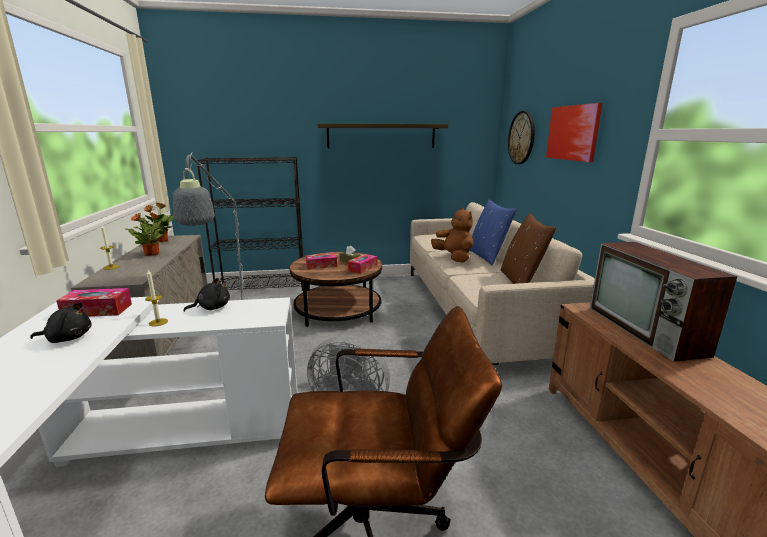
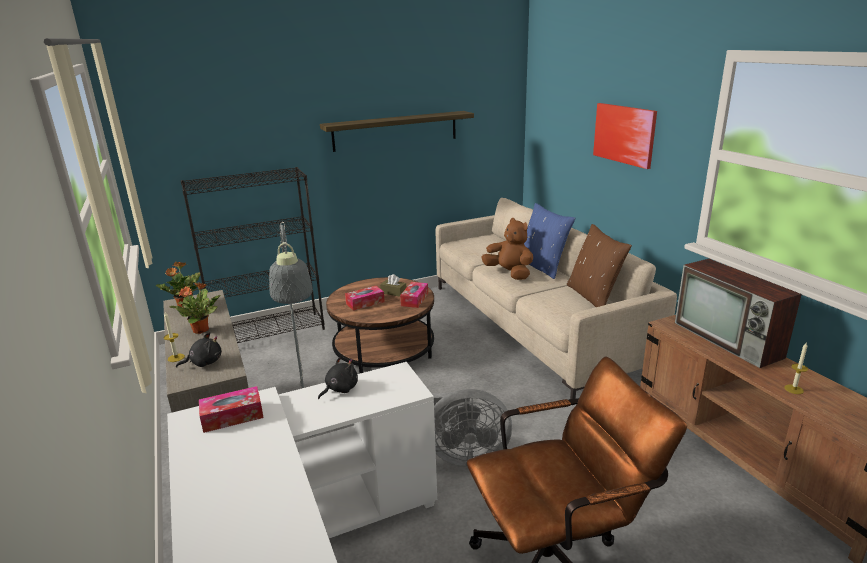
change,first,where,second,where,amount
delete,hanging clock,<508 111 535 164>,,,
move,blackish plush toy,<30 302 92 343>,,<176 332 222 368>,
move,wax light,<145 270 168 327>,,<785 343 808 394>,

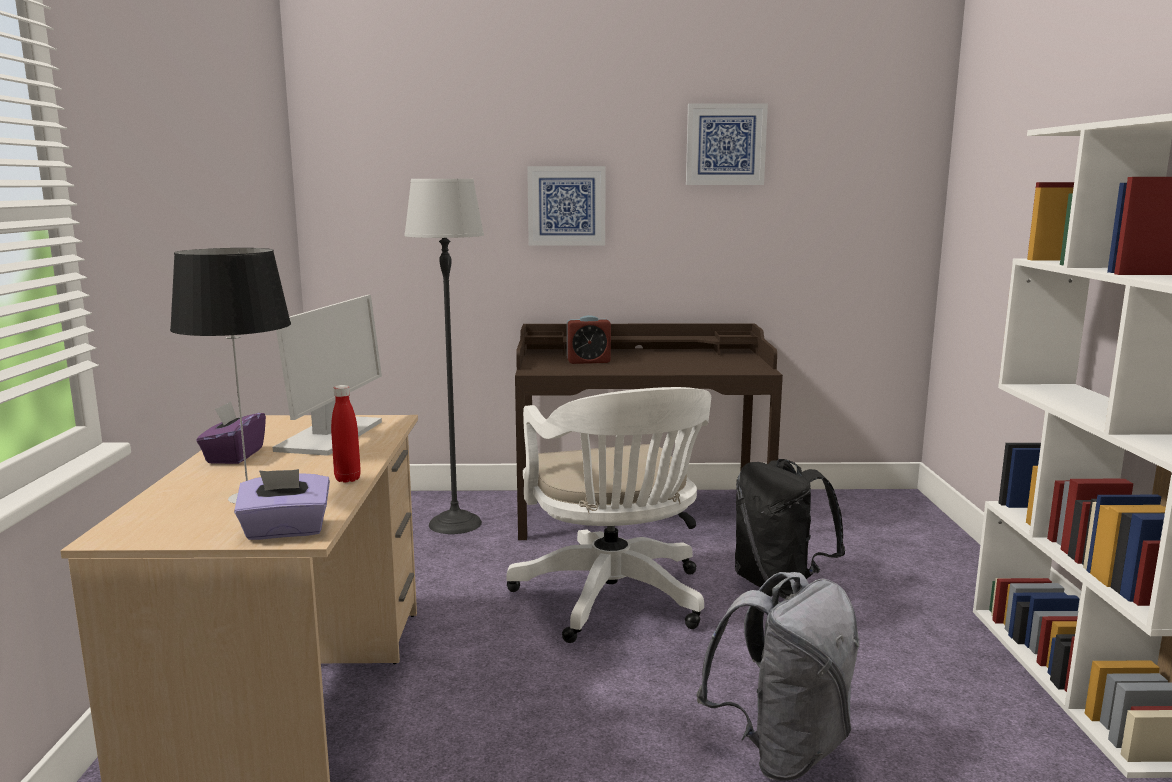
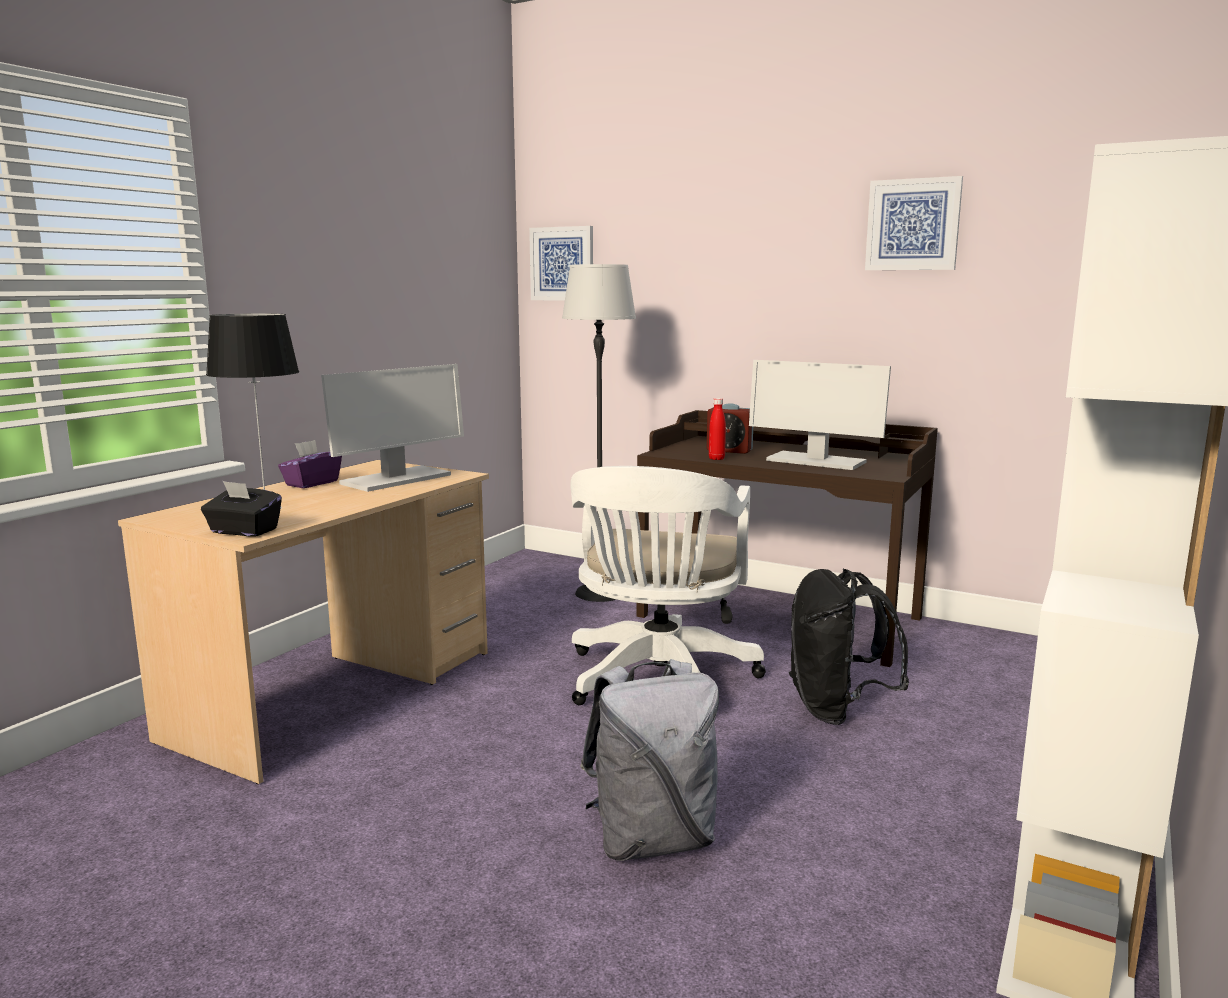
change,first,where,second,where,amount
insert,,,computer display,<749 360 891 470>,
move,red-coloured bottle,<331 385 361 483>,,<709 398 726 460>,
move,wall art,<527 166 606 245>,,<529 226 593 301>,
recolor,purple-coloured box of tissues,<234 469 330 540>,blackish box of tissues,<201 481 282 537>,

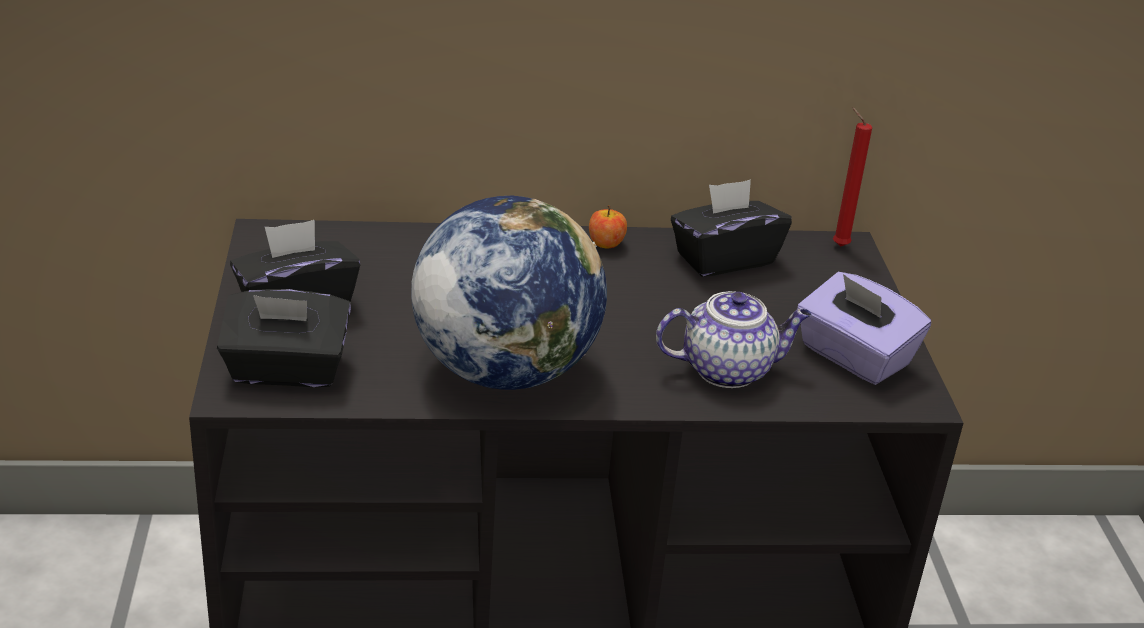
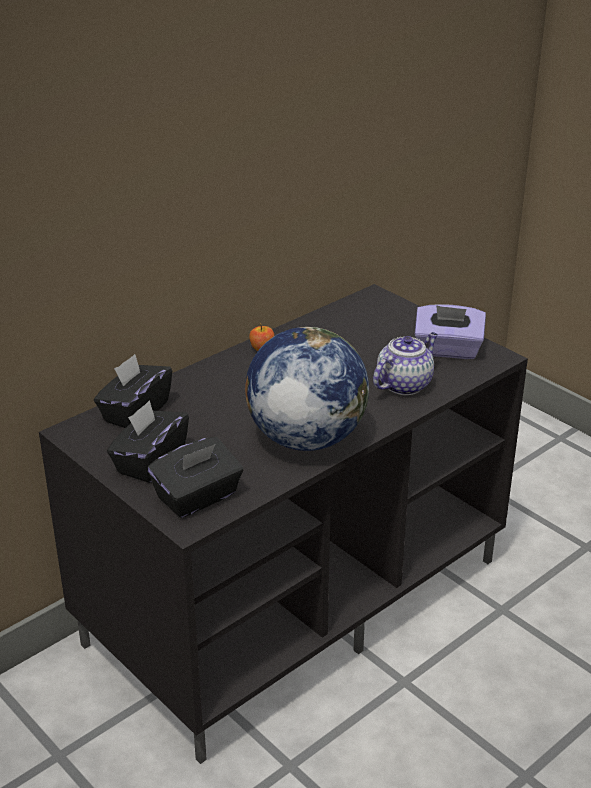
change,first,where,second,where,amount
delete,red-coloured wax light,<833 107 872 247>,,,
move,blackish box of tissues,<671 180 792 276>,,<94 354 172 428>,

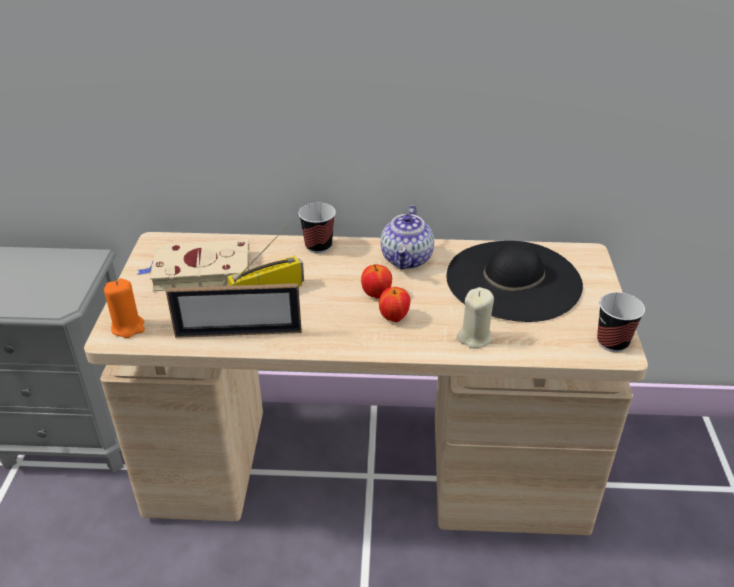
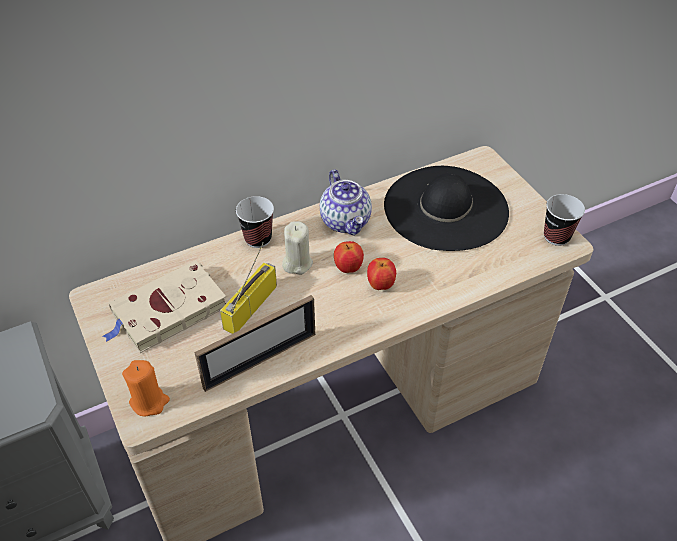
change,first,where,second,where,amount
move,sand-coloured wax light,<457 287 494 349>,,<282 222 313 275>,

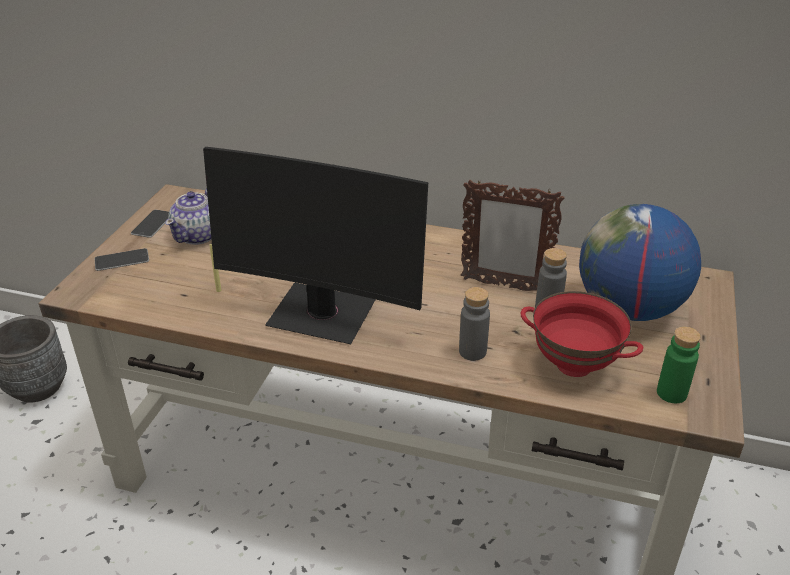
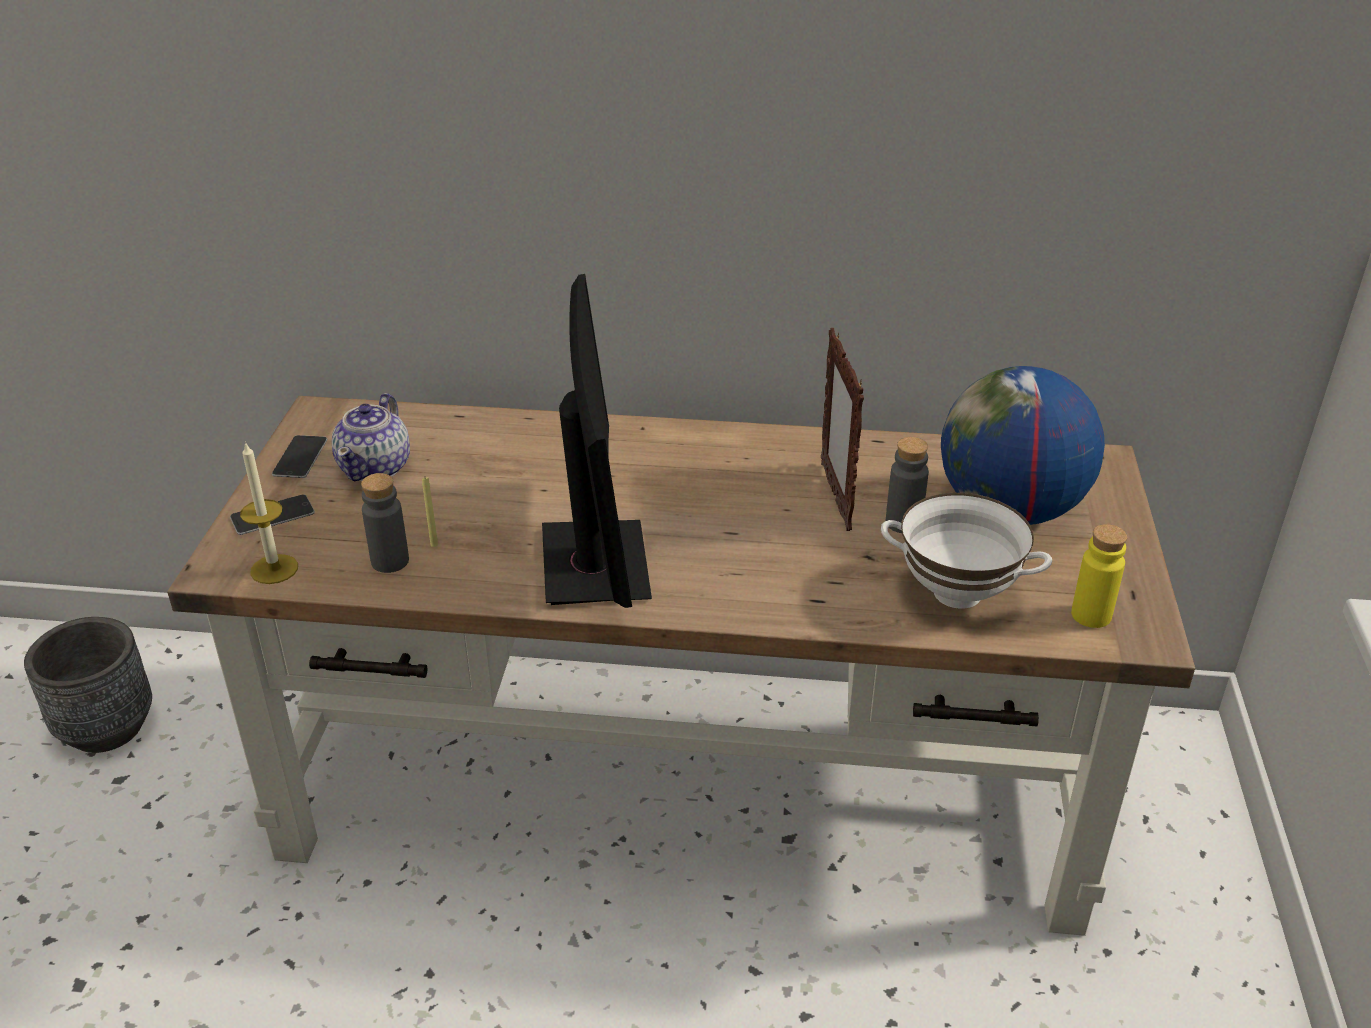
change,first,where,second,where,amount
insert,,,wax light,<240 441 298 584>,
move,greyish bottle,<459 287 490 361>,,<361 473 409 573>,
recolor,red-coloured bowl,<521 291 643 377>,whitish bowl,<881 493 1052 609>,
recolor,green bottle,<657 326 701 403>,yellow-coloured bottle,<1071 524 1127 628>,
rotate,computer display,<203 147 428 344>,,<542 274 652 608>,105 degrees counterclockwise
rotate,standing frame,<461 180 565 291>,,<821 328 864 531>,75 degrees clockwise

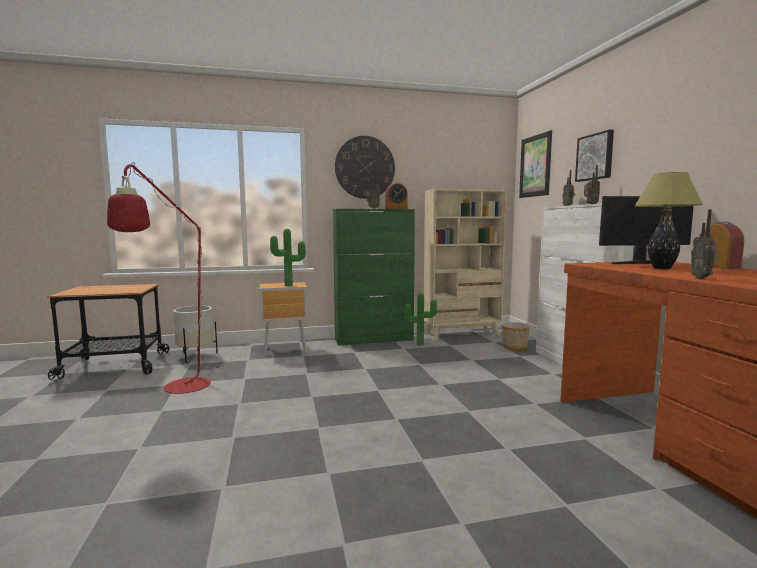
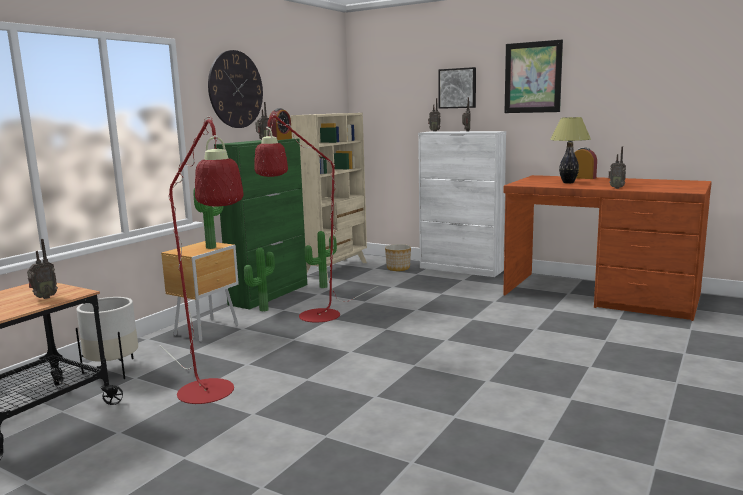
change,first,where,second,where,amount
delete,computer display,<599 196 694 264>,,,
insert,,,radio receiver,<27 239 58 299>,
insert,,,potted plant,<244 248 275 312>,
insert,,,red-coloured floor lamp,<254 113 378 322>,
move,wall art,<519 130 552 198>,,<505 39 563 113>,

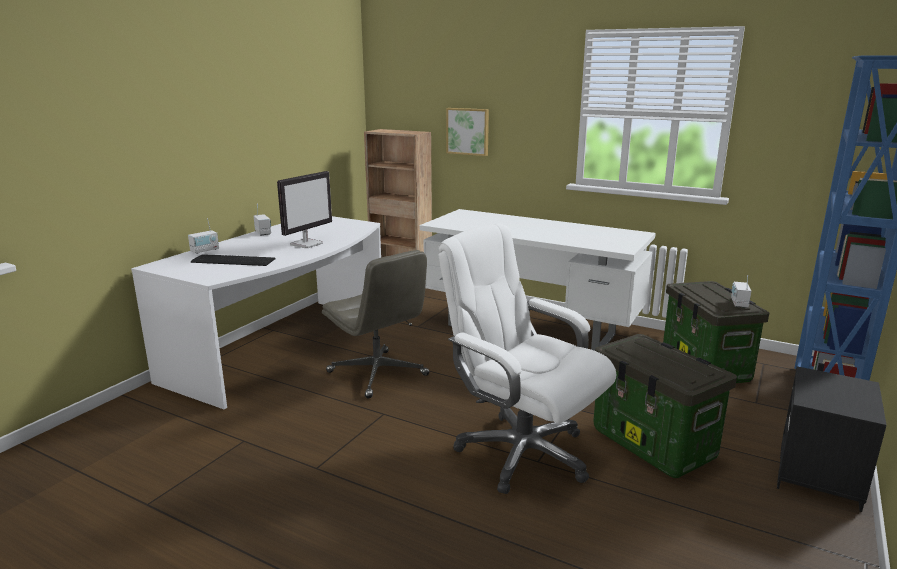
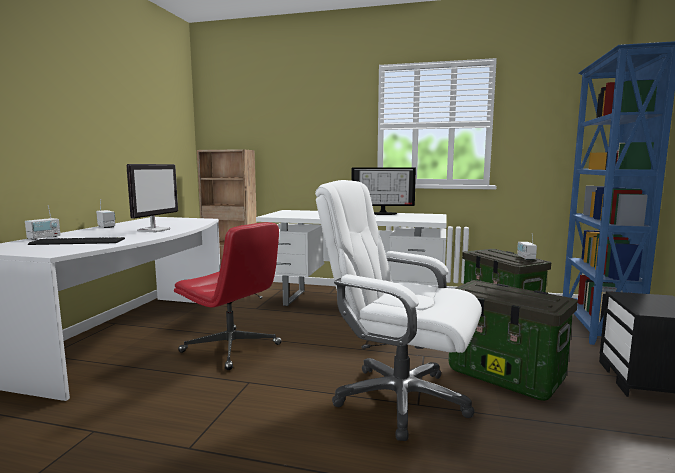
change,first,where,second,where,amount
delete,wall art,<446 108 489 156>,,,
insert,,,computer display,<352 168 416 215>,
recolor,greyish desk chair,<322 250 430 399>,red-coloured desk chair,<174 222 282 370>,

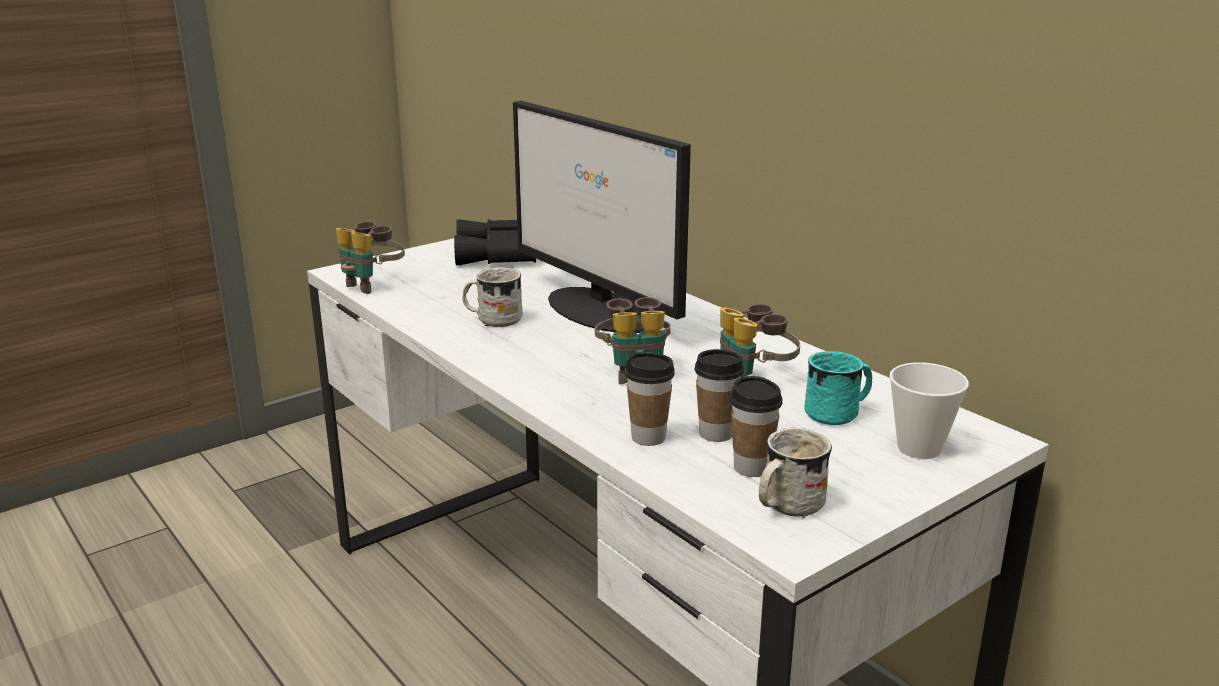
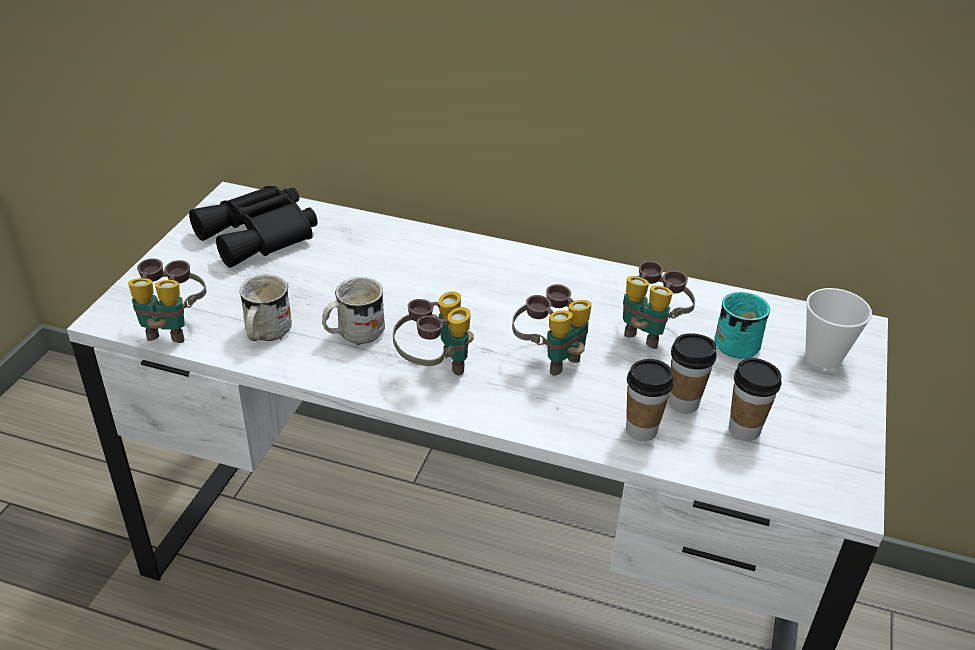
change,first,where,second,where,amount
delete,computer display,<513 101 691 333>,,,
insert,,,field glasses,<393 291 474 376>,
move,whitish tea mug,<759 428 832 519>,,<240 275 292 341>,

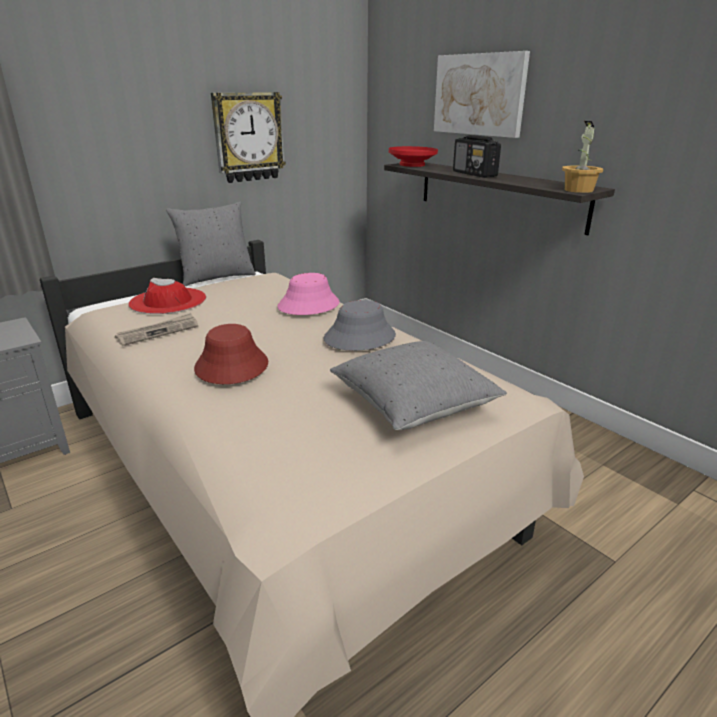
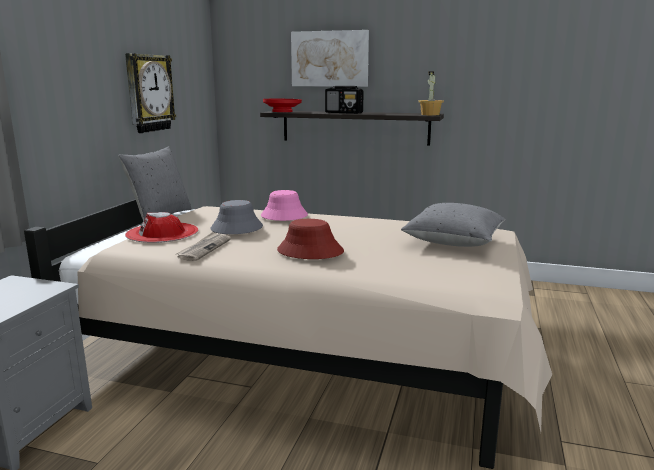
change,first,where,second,where,amount
move,greyish clothing hat,<323 300 396 351>,,<210 200 263 234>,

